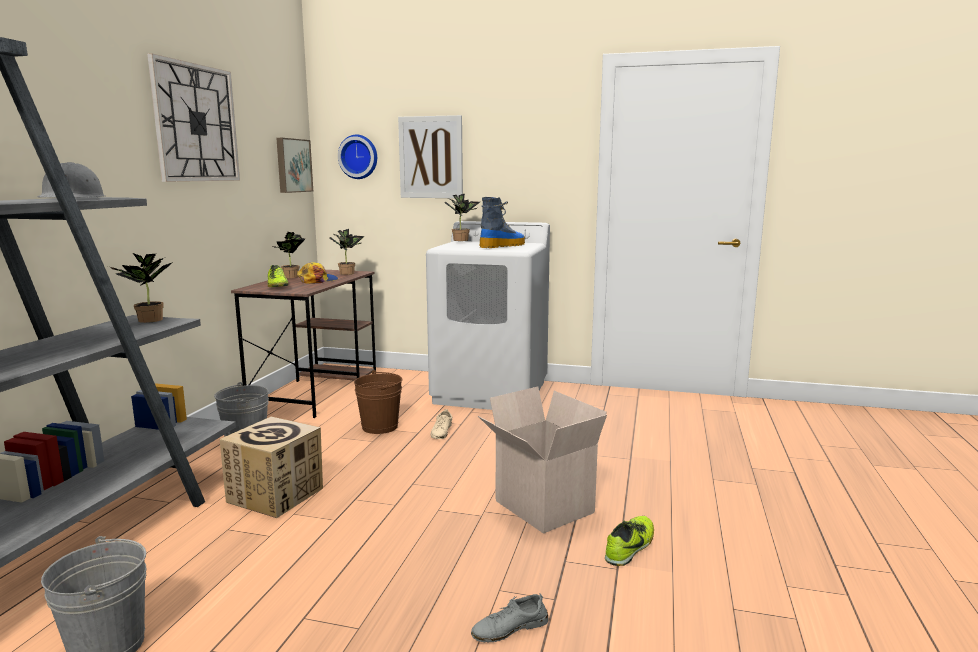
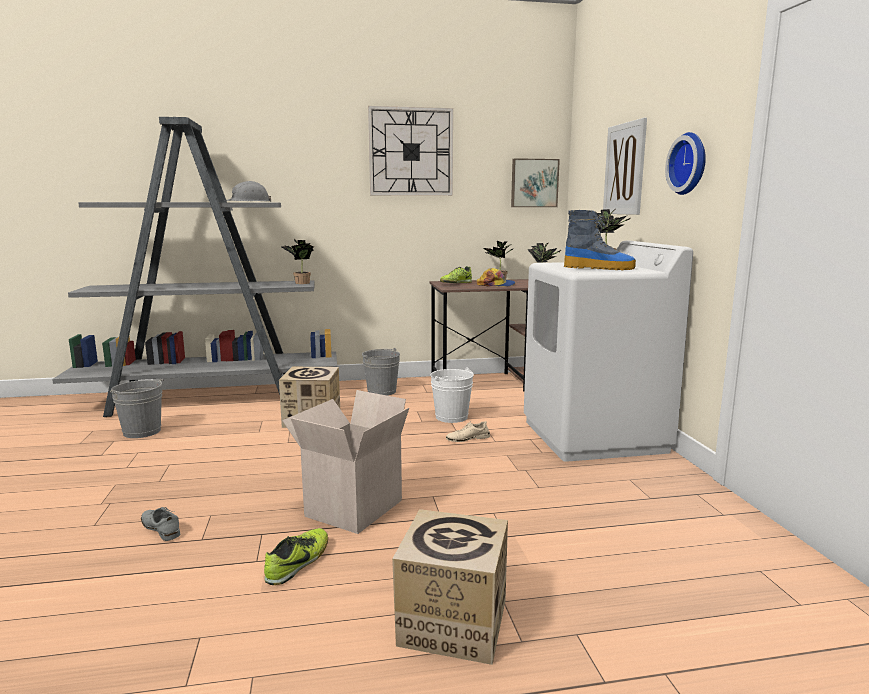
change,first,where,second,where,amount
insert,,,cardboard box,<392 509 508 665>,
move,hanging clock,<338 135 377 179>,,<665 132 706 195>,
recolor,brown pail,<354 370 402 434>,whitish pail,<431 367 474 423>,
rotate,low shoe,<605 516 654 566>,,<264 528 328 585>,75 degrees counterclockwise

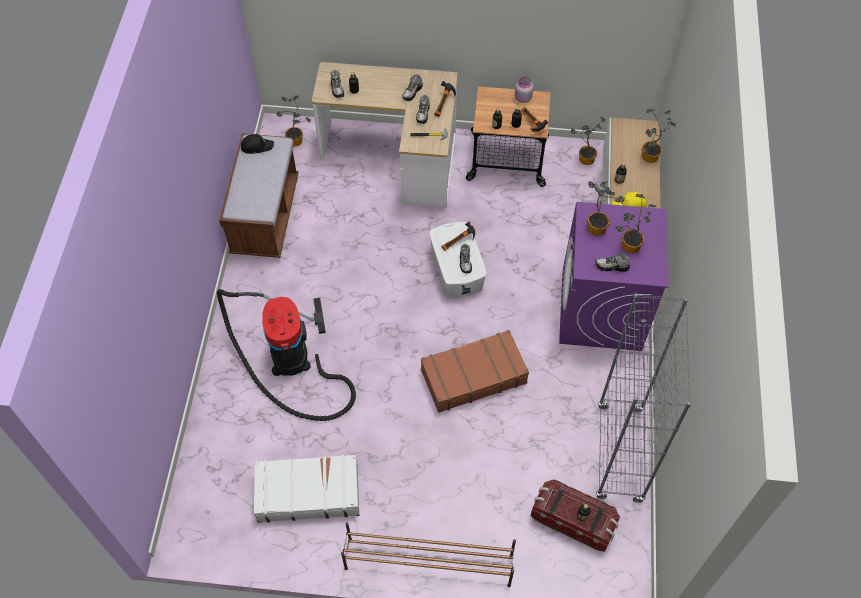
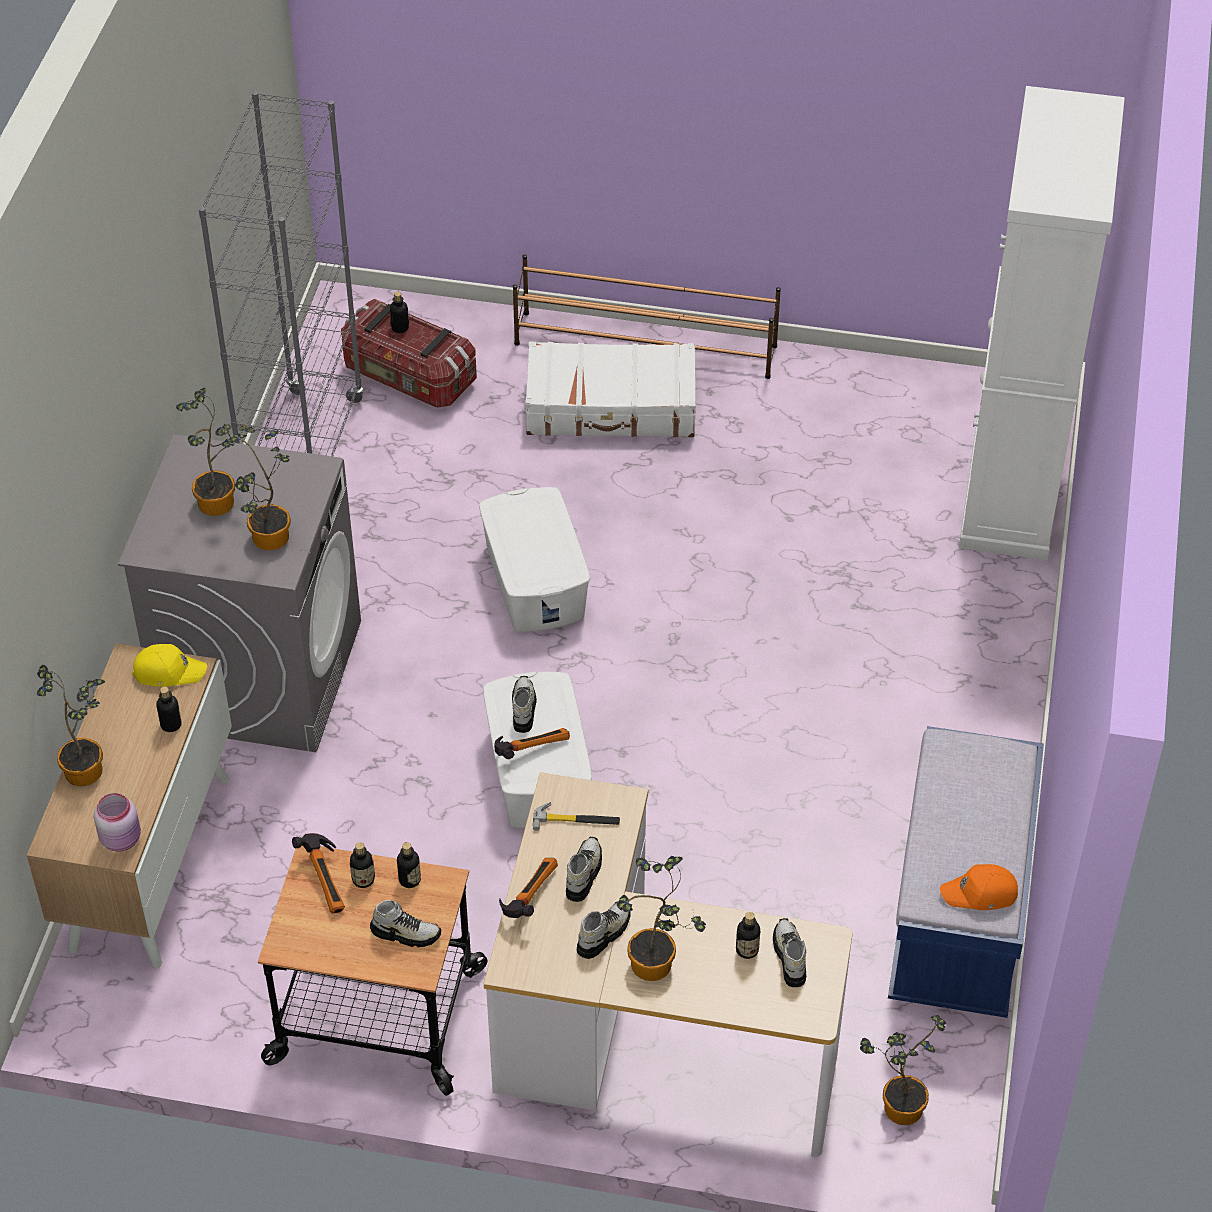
change,first,where,second,where,amount
delete,vacuum,<217 289 356 421>,,,
insert,,,whitish cupboard,<959 86 1125 560>,
move,whitish suitcase,<253 454 360 523>,,<525 342 696 437>,
move,pink storage jar,<515 77 533 103>,,<94 793 141 852>,
move,potted plant,<571 117 606 165>,,<617 856 706 981>,
move,low shoe,<595 253 630 272>,,<370 900 441 947>,
replace,brown suitcase,<421 330 529 413>,whitish storage bin,<479 487 590 632>,
recolor,brown bench,<219 133 299 258>,bluish bench,<888 726 1044 1018>,
recolor,blackish cap,<241 134 274 154>,orange-coloured cap,<940 864 1018 910>,
recolor,purple-coloured washing machine,<559 202 669 351>,greyish washing machine,<118 434 361 752>,

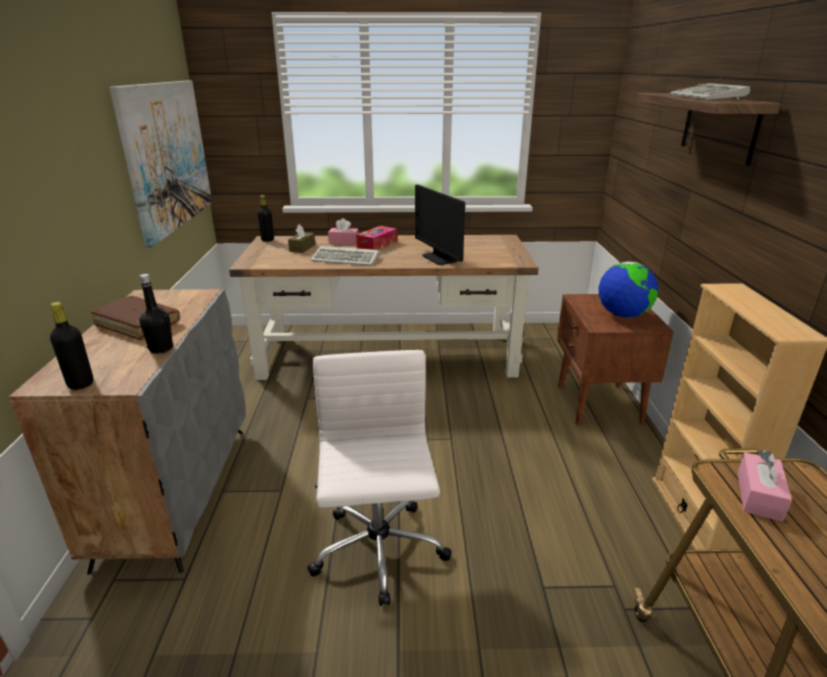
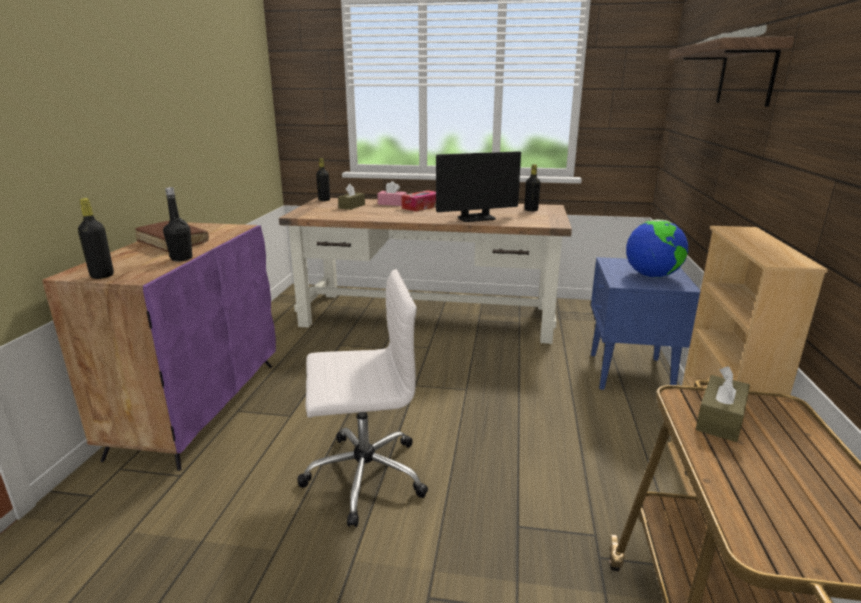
change,first,where,second,where,amount
delete,wall art,<109 80 212 247>,,,
delete,keyboard,<311 246 379 266>,,,
insert,,,blackish bottle,<525 164 541 211>,
recolor,greyish cupboard,<9 289 246 575>,purple-coloured cupboard,<42 222 276 471>,
recolor,brown bedside table,<557 294 674 425>,bluish bedside table,<591 257 701 390>,
recolor,pink box of tissues,<738 450 792 522>,brown box of tissues,<696 366 750 442>,
rotate,whitish desk chair,<307 350 452 606>,,<297 269 428 527>,75 degrees clockwise
rotate,computer display,<415 185 465 265>,,<436 151 521 222>,90 degrees counterclockwise

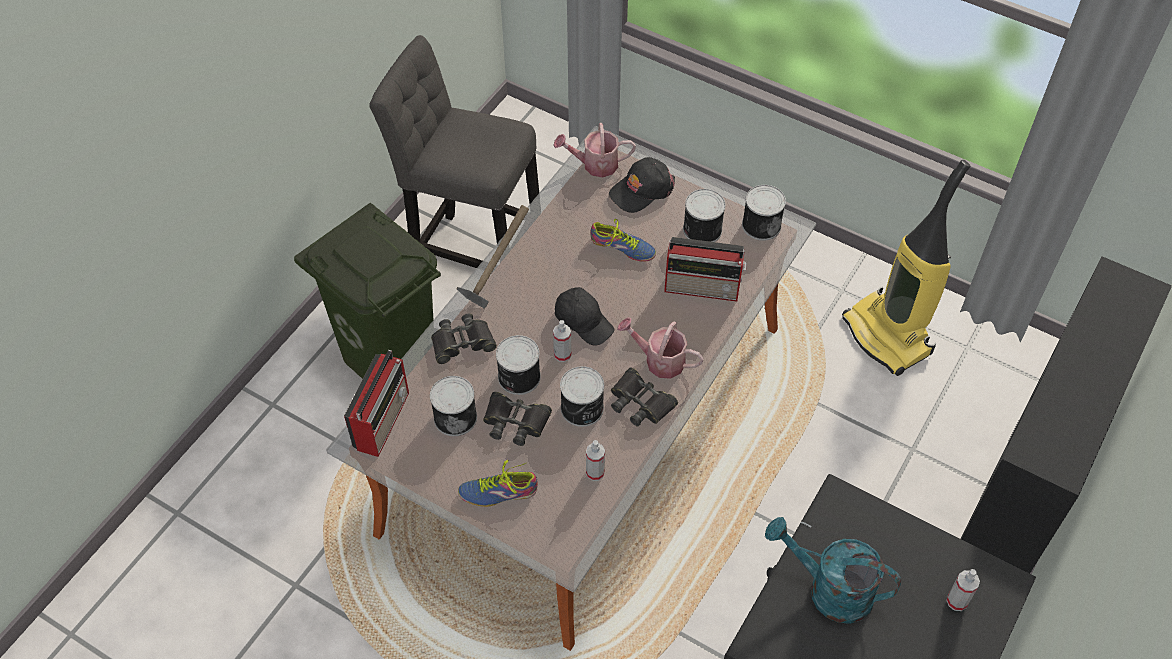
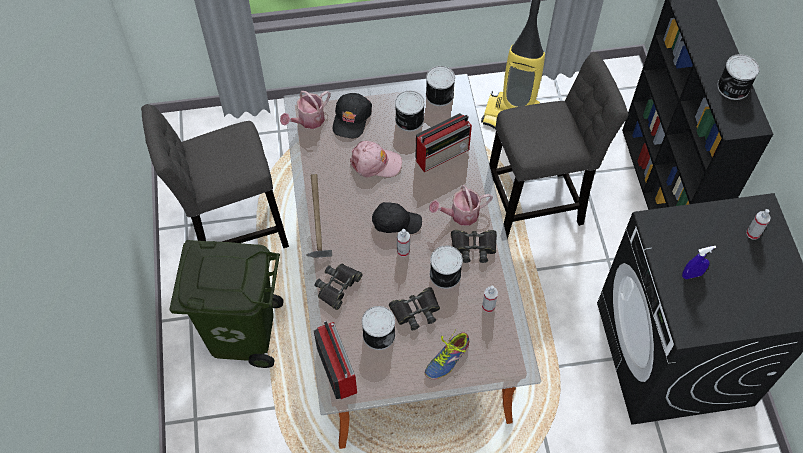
change,first,where,second,where,amount
insert,,,greyish stool,<489 52 629 240>,
move,metal can,<496 335 541 395>,,<717 54 759 100>,
replace,low shoe,<590 219 656 262>,pink cap,<350 141 402 178>,
replace,turquoise watering can,<765 517 901 624>,bluish hand sprayer,<682 246 716 279>,

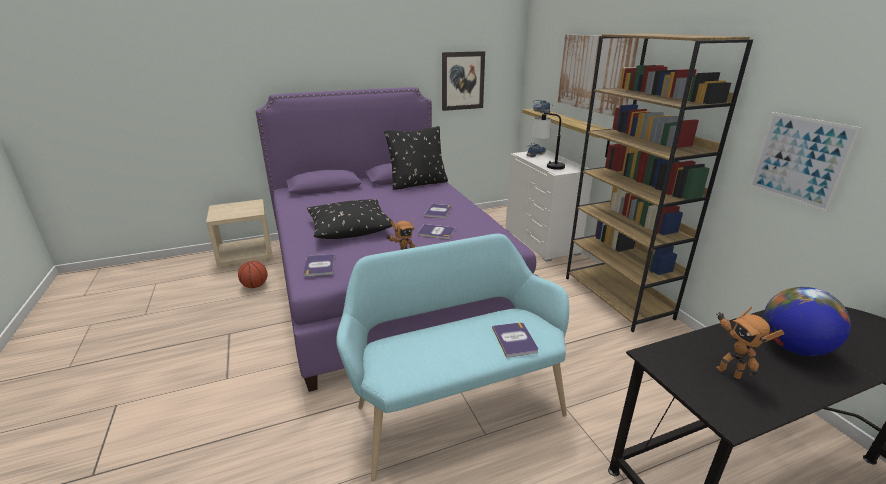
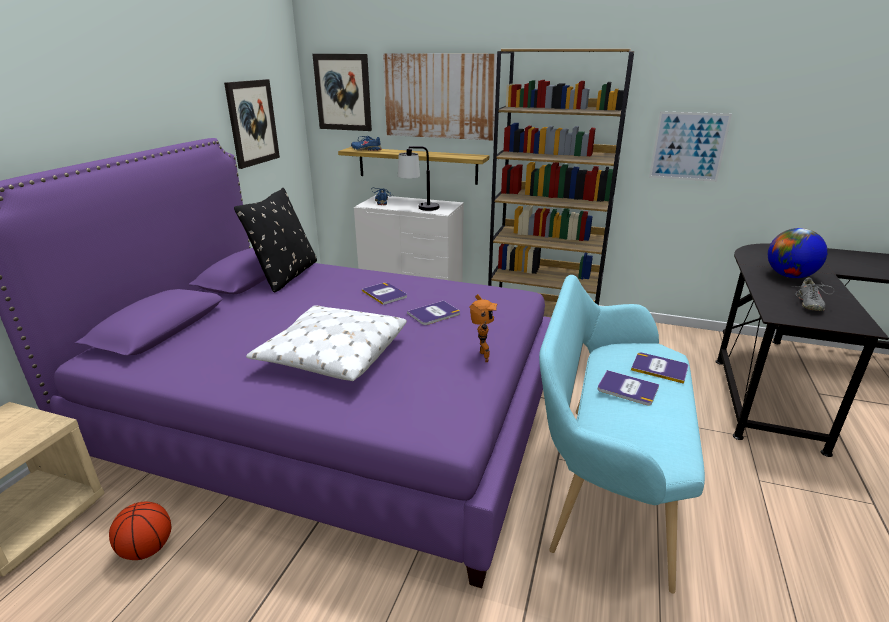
change,first,where,second,where,amount
insert,,,wall art,<312 54 372 131>,
move,bound book,<304 254 335 276>,,<597 370 659 406>,
replace,model robot,<715 307 784 379>,greyish low shoe,<791 277 834 311>,
recolor,blackish cushion,<307 199 392 239>,whitish cushion,<246 305 407 381>,

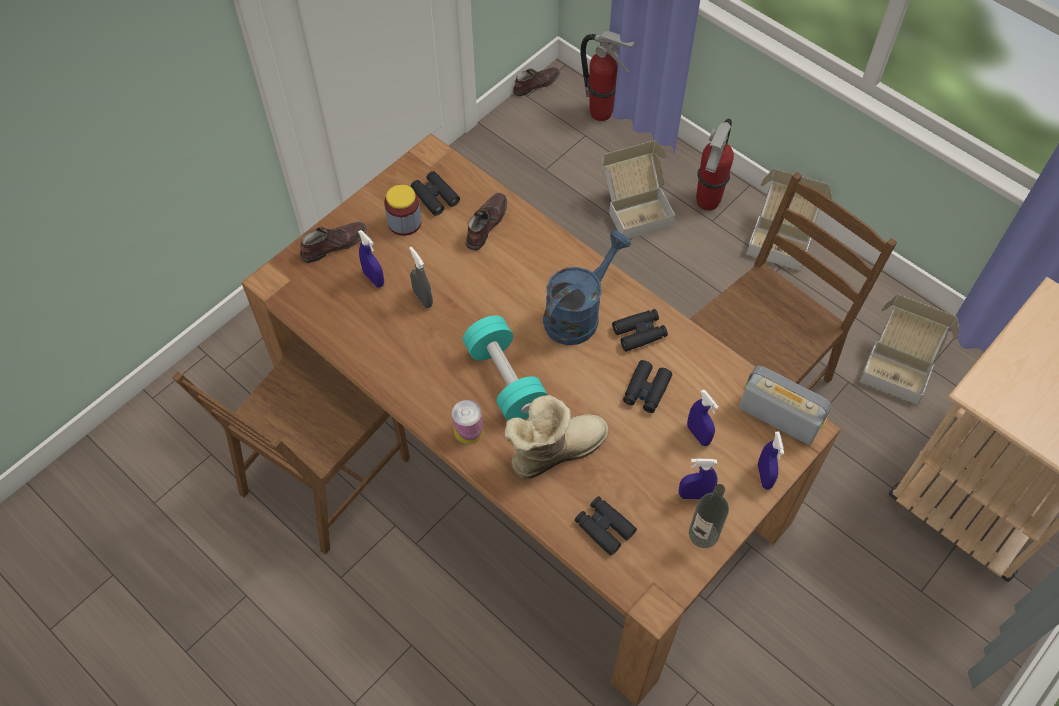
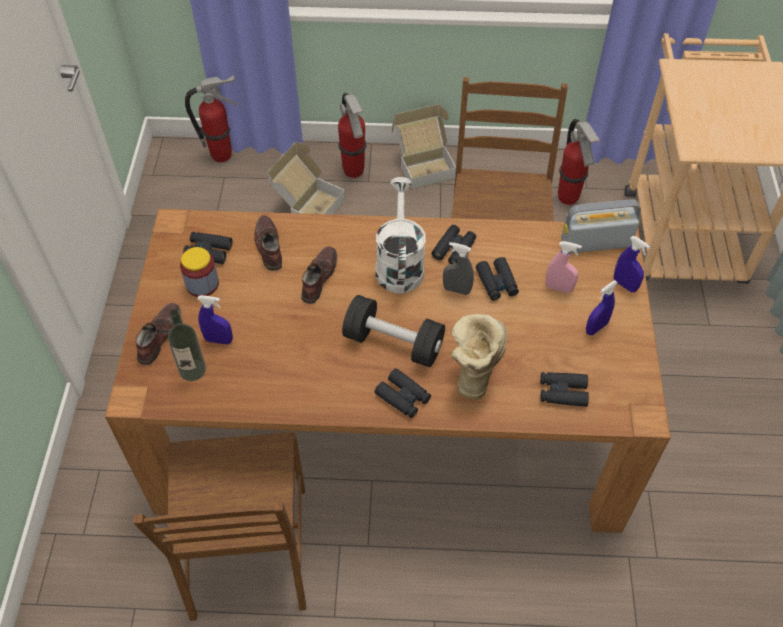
change,first,where,second,where,amount
move,greyish hand sprayer,<409 247 433 308>,,<443 242 474 295>,
move,brown low shoe,<513 67 560 96>,,<301 246 337 304>,
move,bottle,<689 484 729 548>,,<168 309 206 381>,
replace,metal can,<452 400 483 444>,blackish field glasses,<375 368 431 418>,
replace,cardboard box,<859 294 959 404>,fire-fighting cylinder,<558 119 600 205>,
recolor,turquoise dumbbell,<463 316 548 421>,blackish dumbbell,<342 295 445 367>,
recolor,bluish watering can,<543 231 631 345>,whitish watering can,<376 177 426 293>,
recolor,bluish hand sprayer,<687 389 719 446>,pink hand sprayer,<546 241 582 293>,

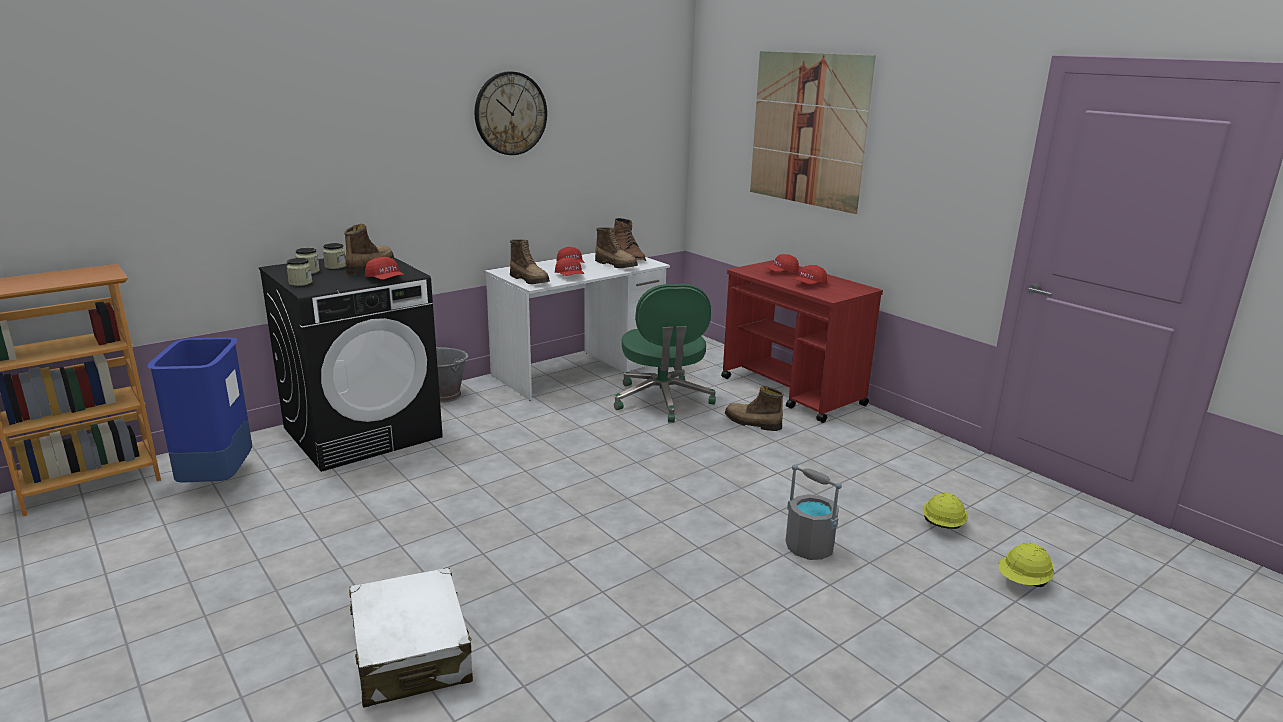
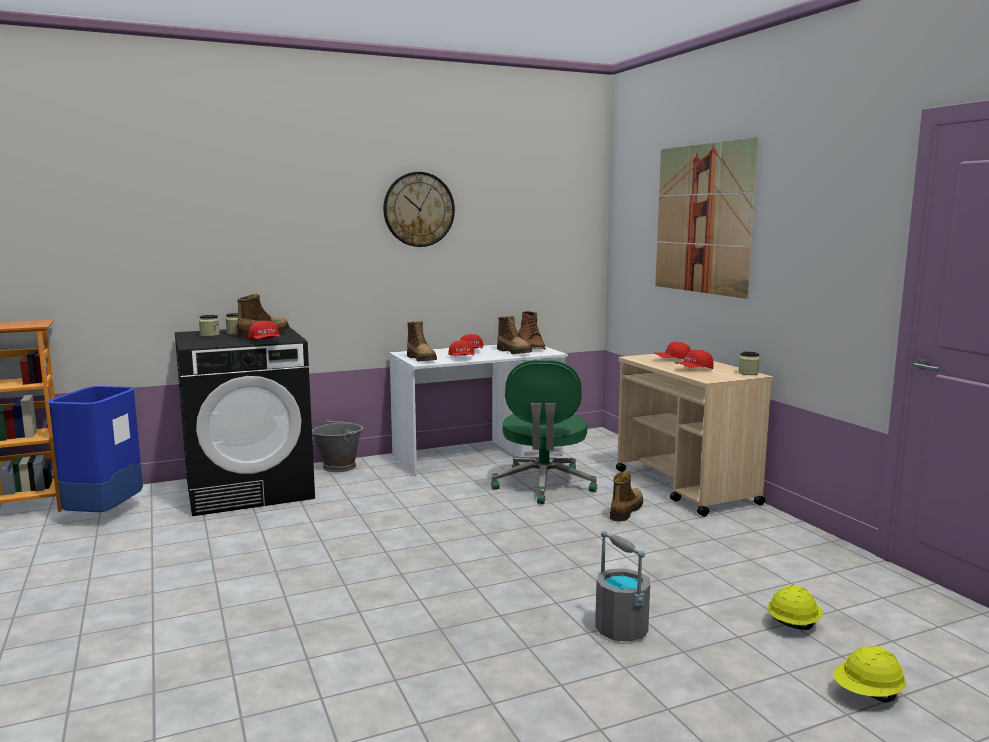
change,first,where,second,where,amount
delete,whitish suitcase,<349 567 473 708>,,,
move,storage jar,<287 258 312 286>,,<738 351 760 375>,
recolor,red-coloured trolley,<721 260 883 423>,sand-coloured trolley,<616 354 773 517>,
rotate,boot,<725 386 784 431>,,<610 472 643 522>,75 degrees clockwise

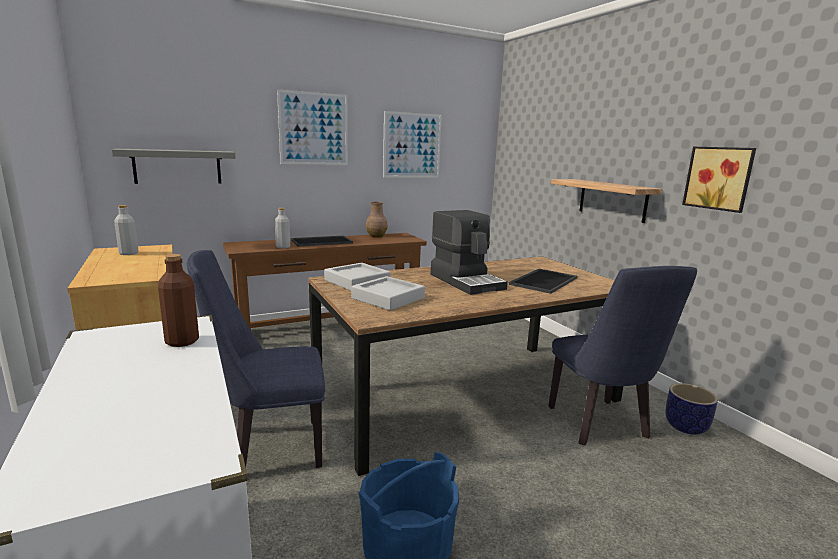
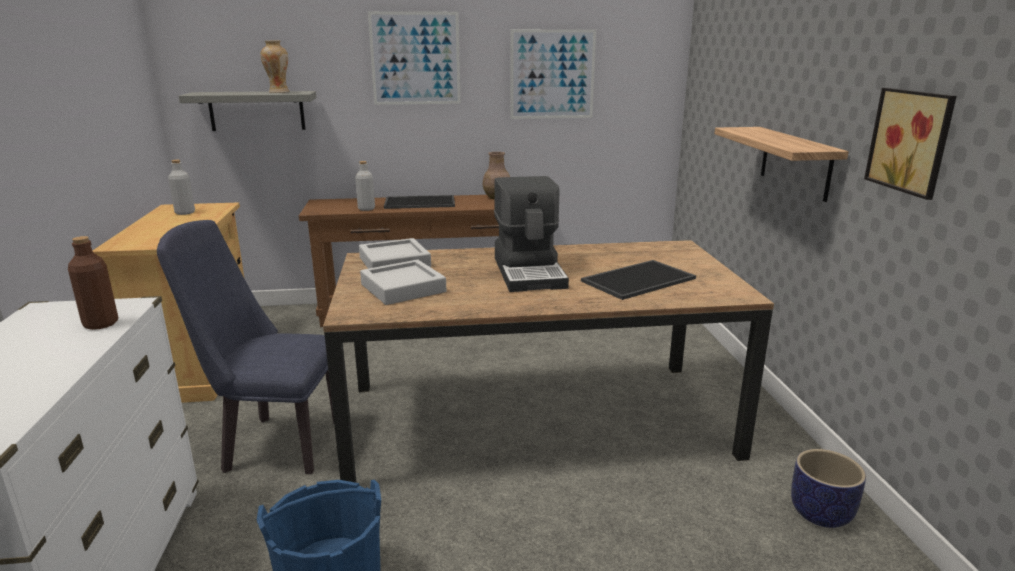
change,first,where,second,where,amount
delete,bluish chair,<548 266 697 446>,,,
insert,,,flower vase,<260 41 289 93>,

